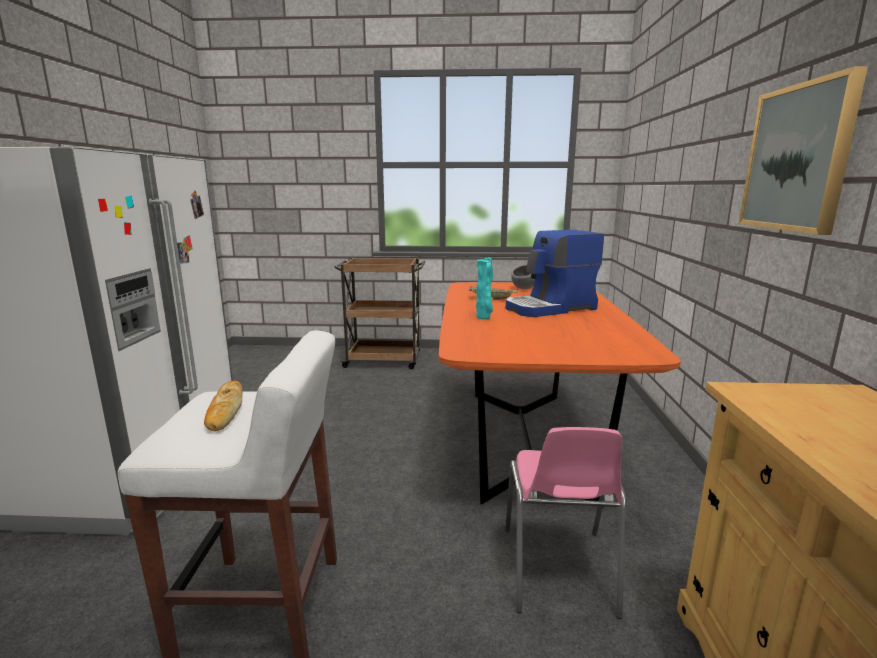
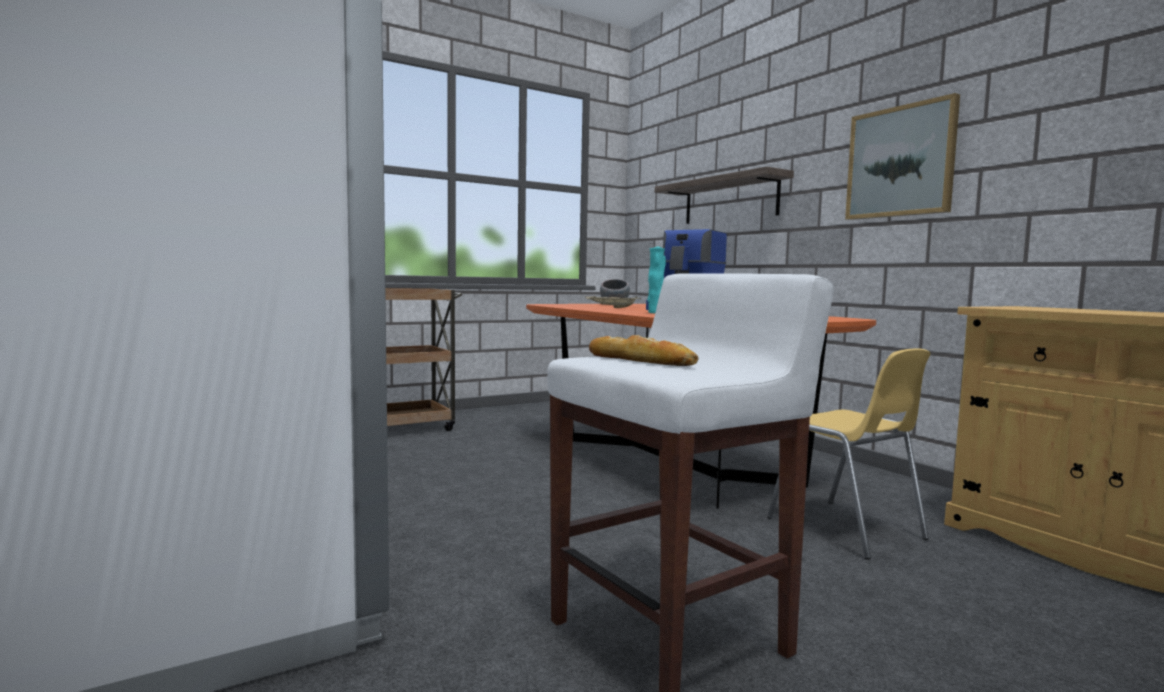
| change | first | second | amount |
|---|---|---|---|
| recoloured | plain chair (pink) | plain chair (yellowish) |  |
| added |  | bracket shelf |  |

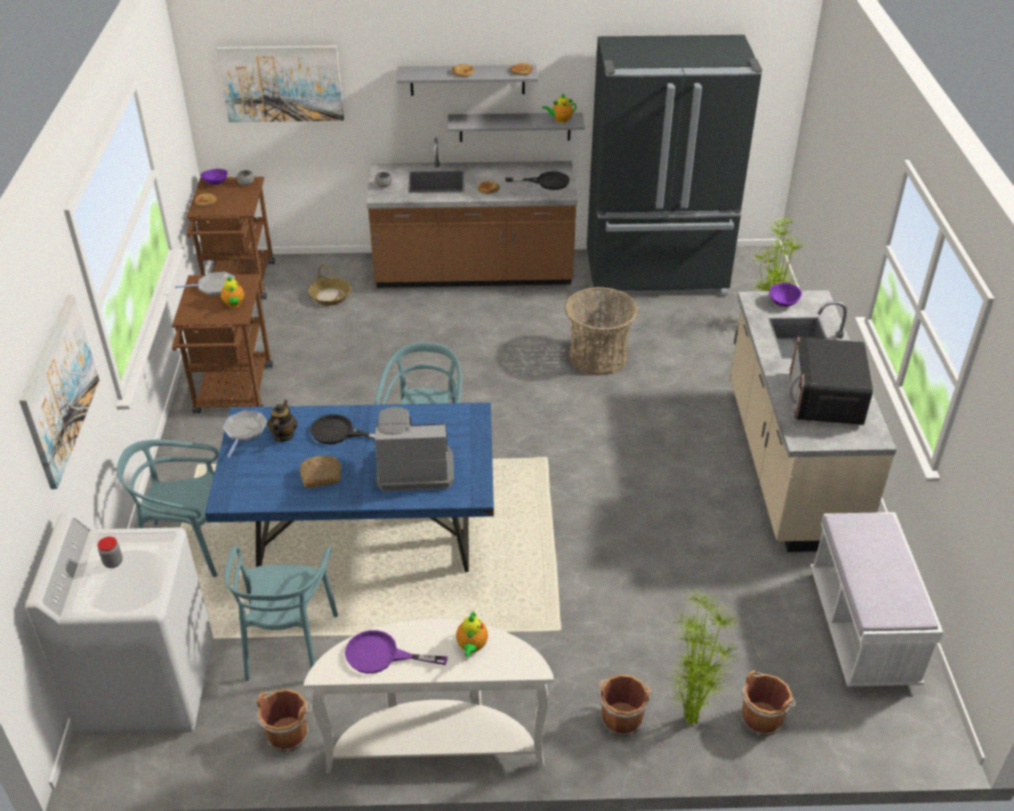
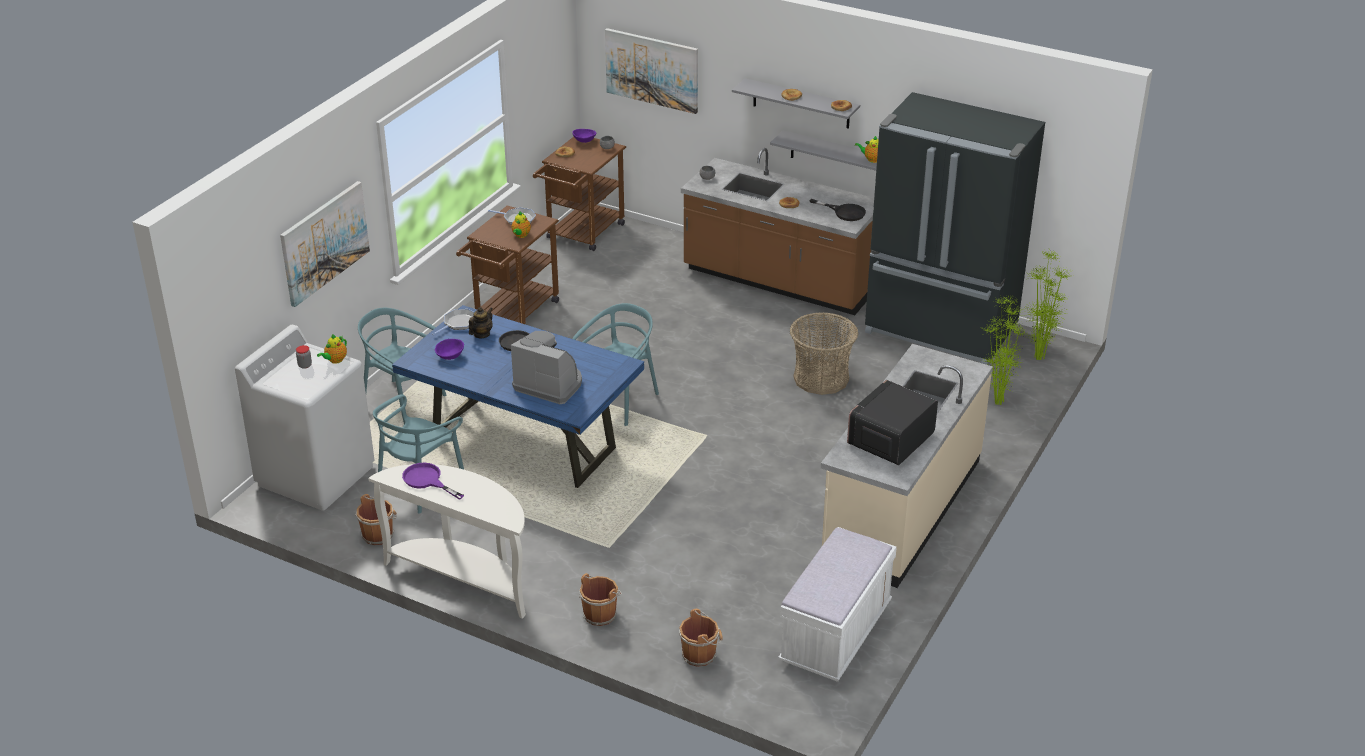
| change | first | second | amount |
|---|---|---|---|
| removed | bread (2nd from left) |  |  |
| removed | storage basket (1st from left) |  |  |
| moved | teapot (3rd from left in the first image) | teapot (1st from left) |  |
| moved | potted plant (1st from left in the first image) | potted plant (2nd from left) |  |
| moved | bowl (purple) (2nd from left in the first image) | bowl (purple) (1st from left) |  |

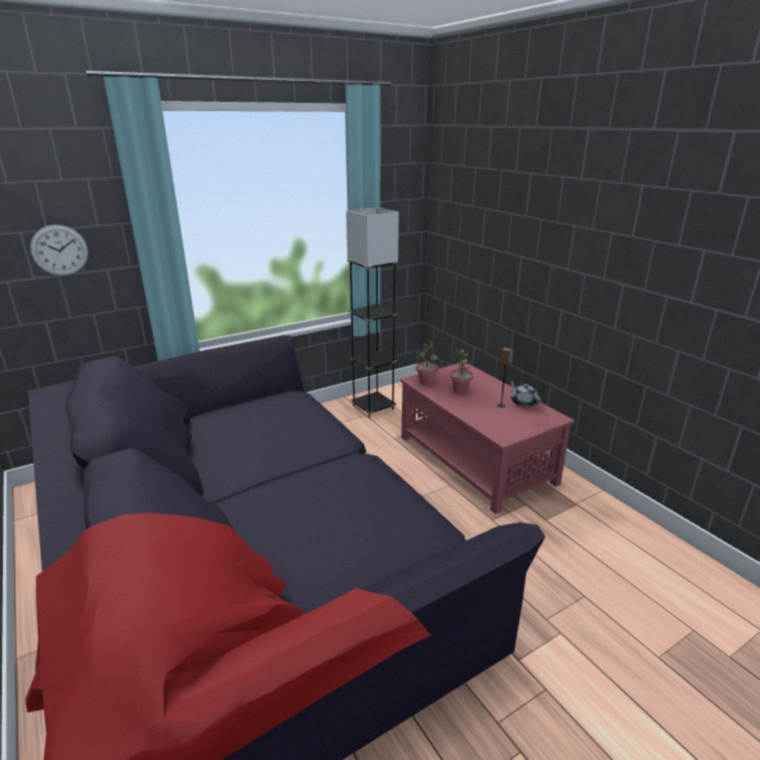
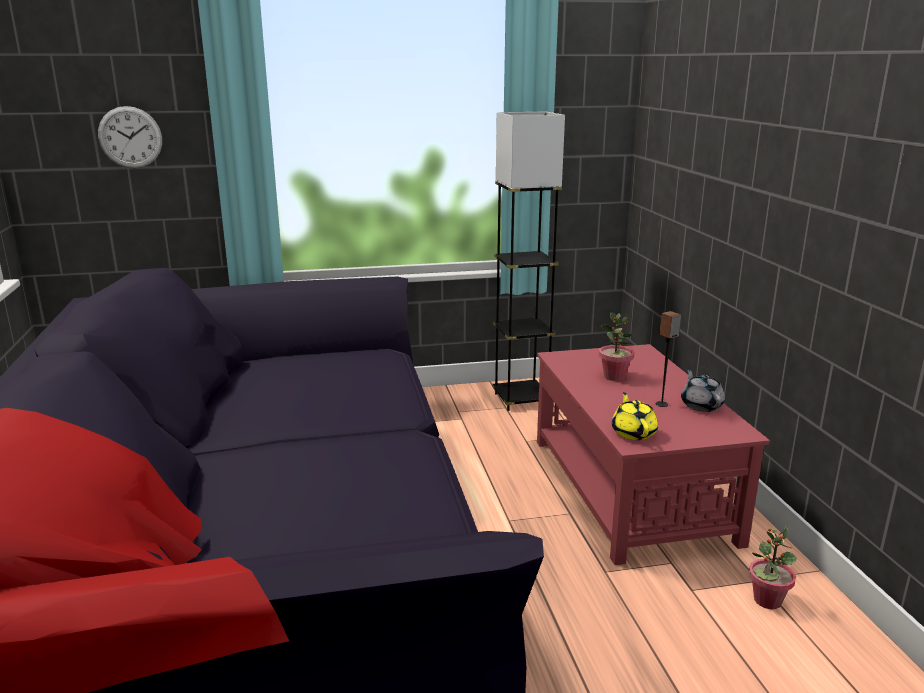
| change | first | second | amount |
|---|---|---|---|
| moved | potted plant (1st from left in the first image) | potted plant (2nd from left) |  |
| added |  | teapot (yellowish) |  |

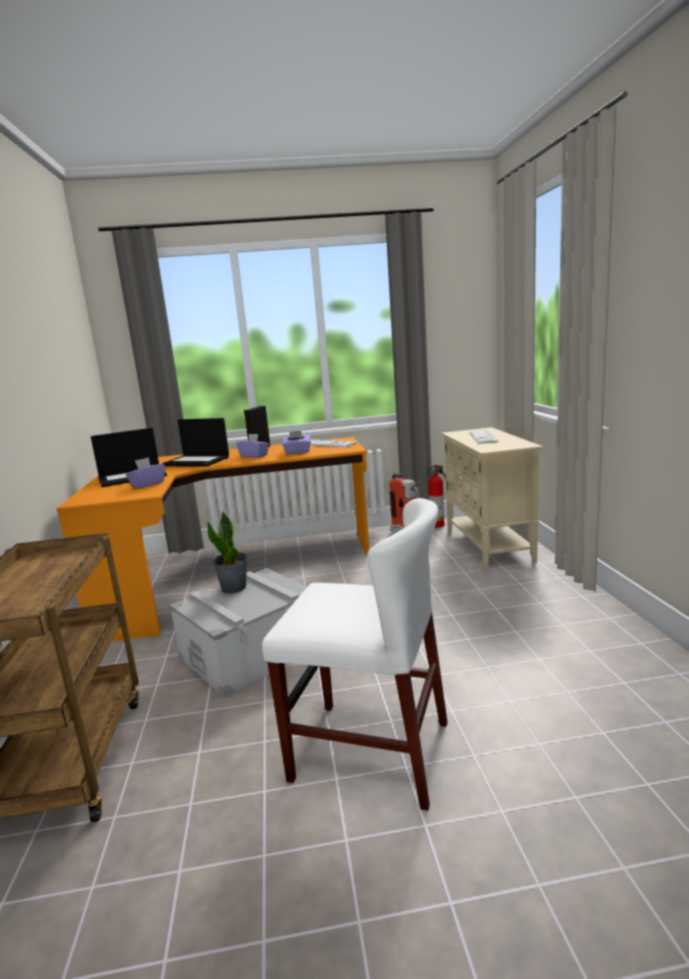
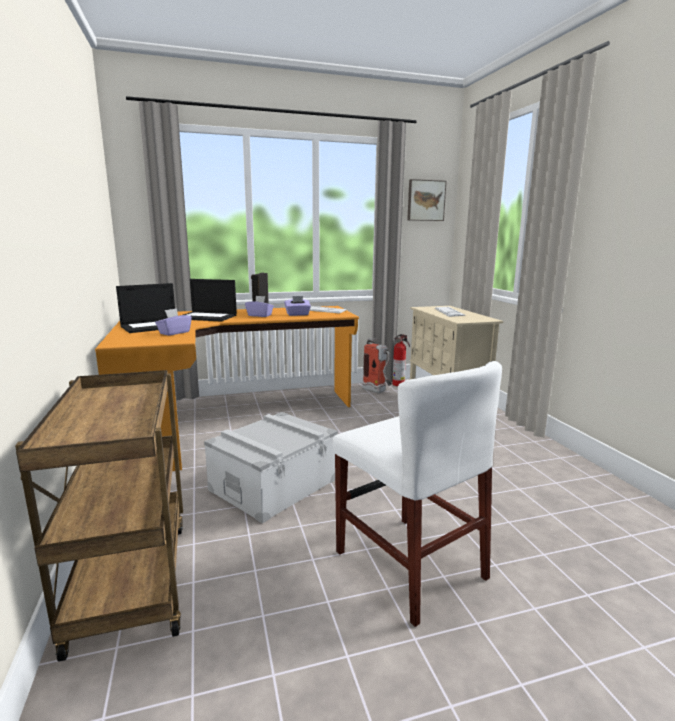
| change | first | second | amount |
|---|---|---|---|
| removed | potted plant |  |  |
| turned | plain chair (white) |  | 45 degrees clockwise |
| added |  | wall picture |  |

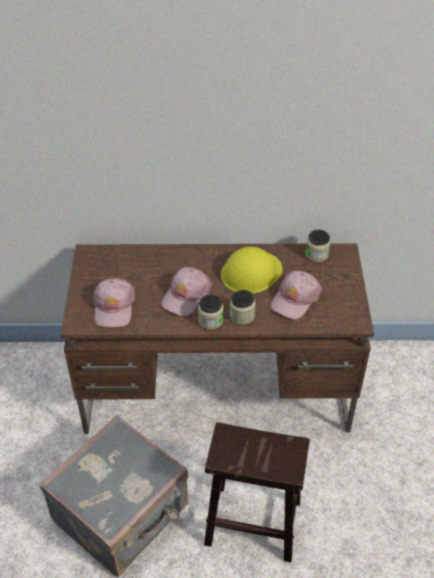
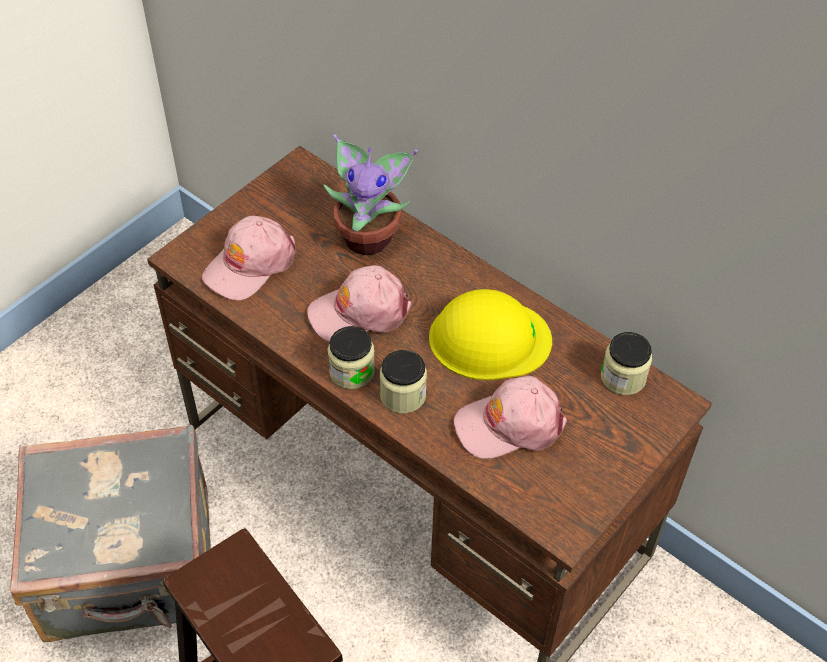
| change | first | second | amount |
|---|---|---|---|
| added |  | potted plant |  |

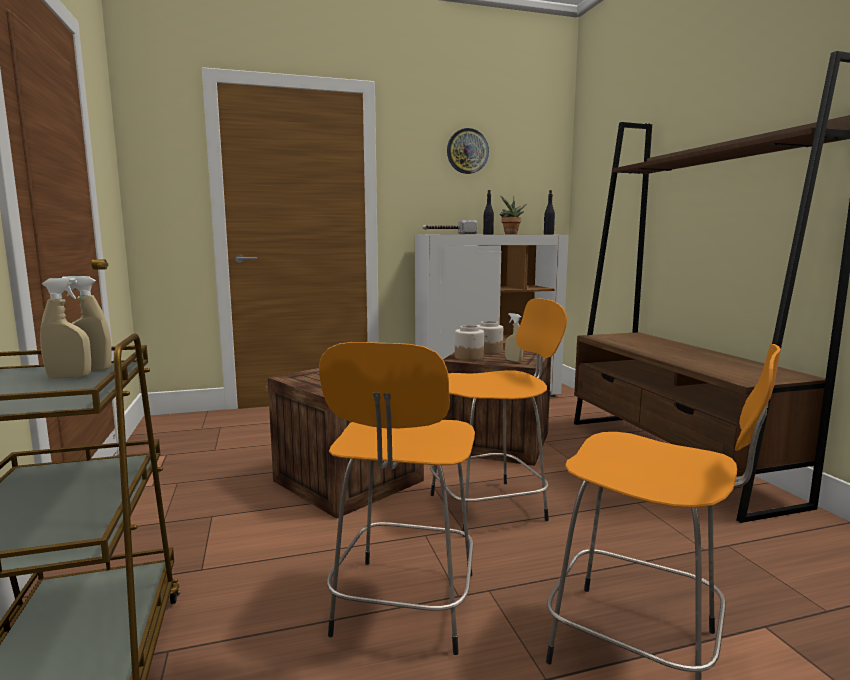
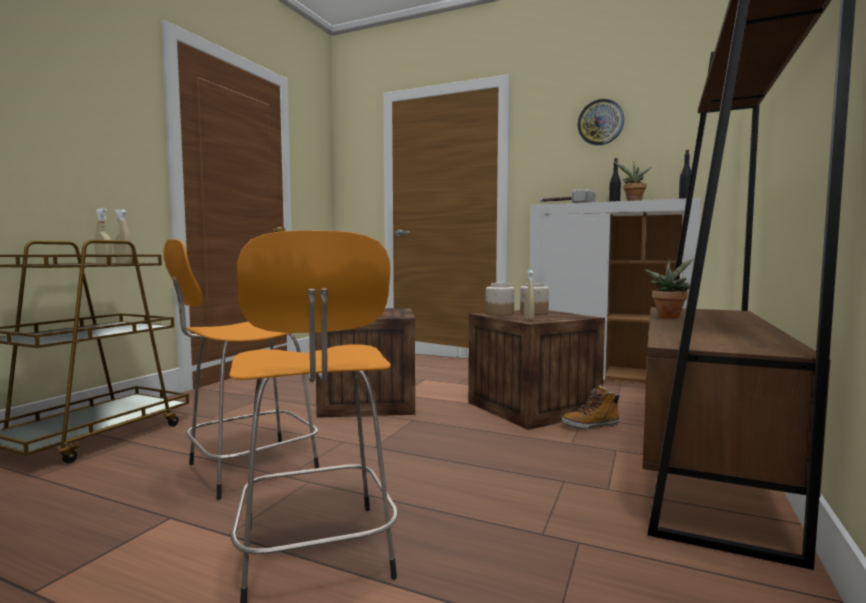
| change | first | second | amount |
|---|---|---|---|
| removed | sitting stool (orange) (2nd from left) |  |  |
| added |  | tall boot |  |
| added |  | potted plant (2nd from left) |  |

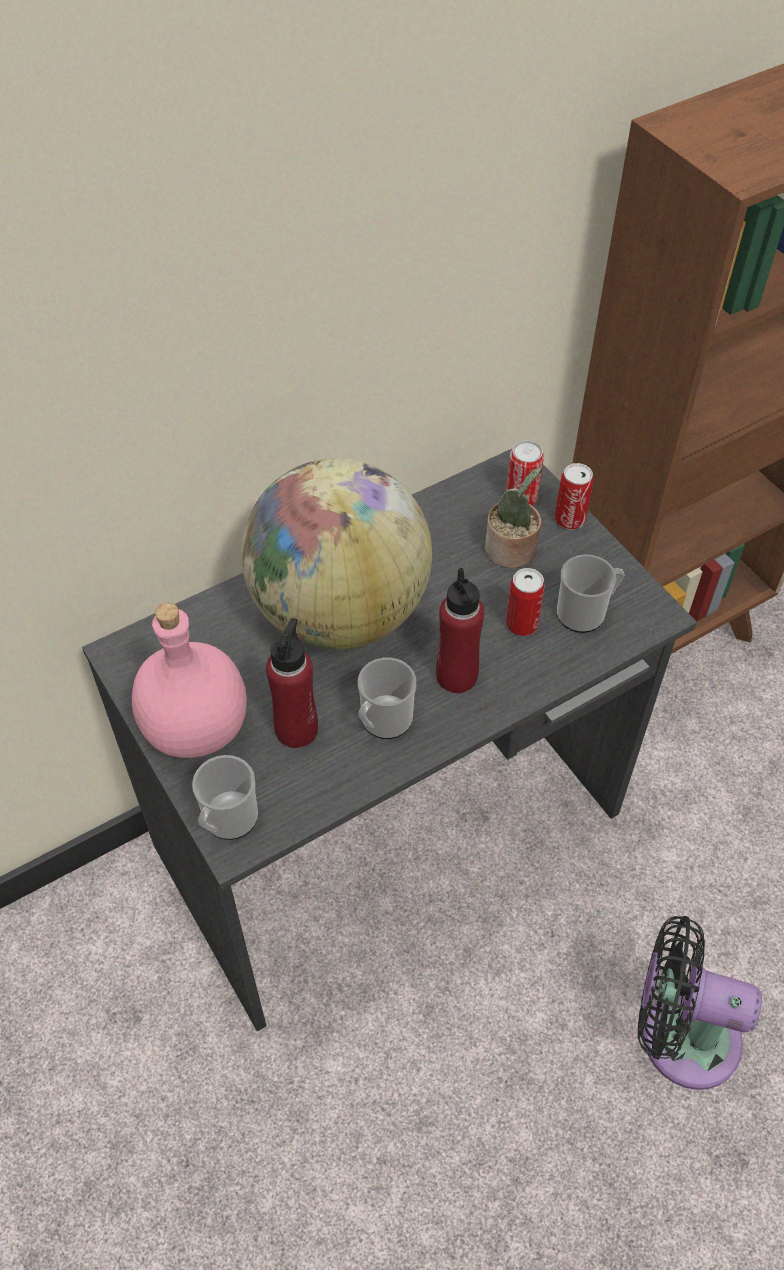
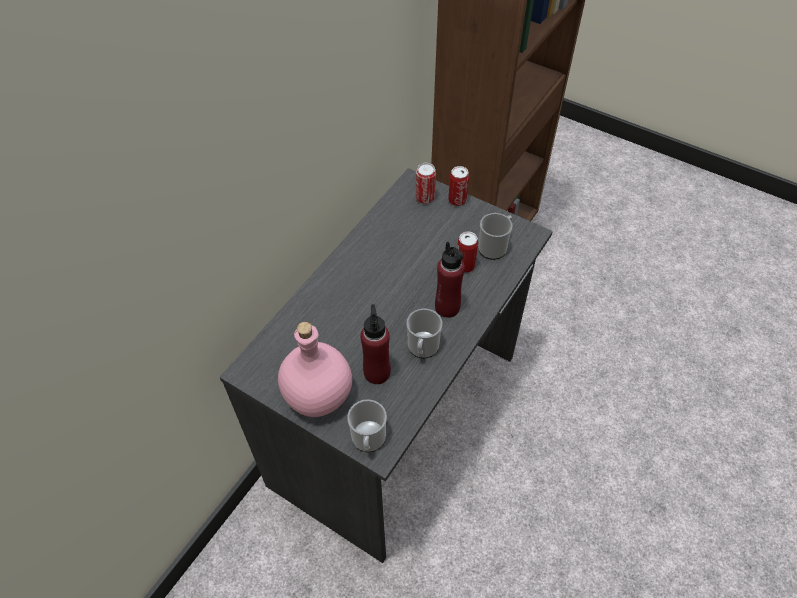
| change | first | second | amount |
|---|---|---|---|
| removed | world globe |  |  |
| removed | potted plant |  |  |
| removed | cooling fan (blackish) |  |  |

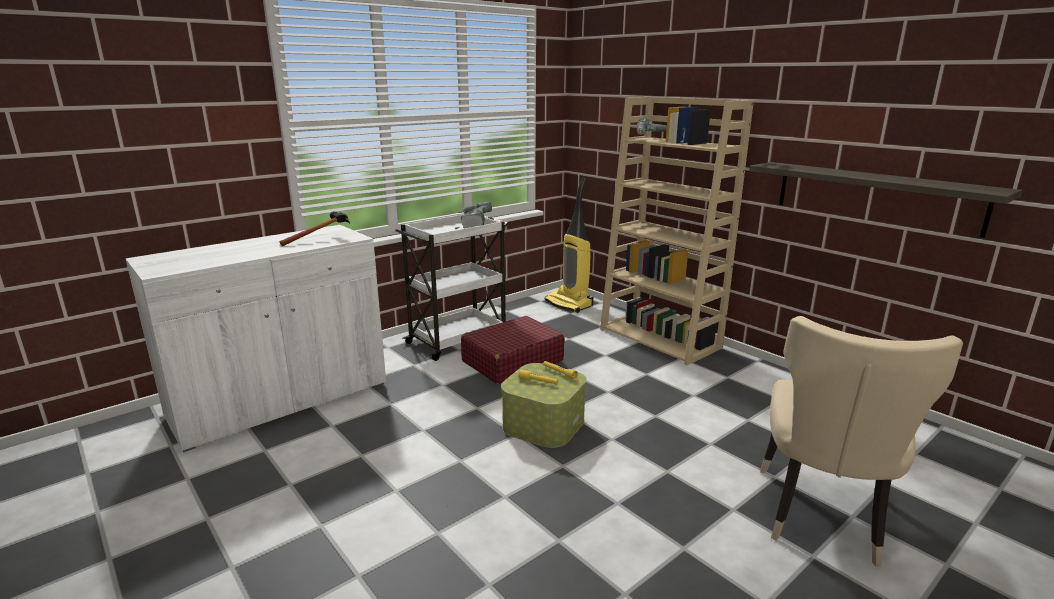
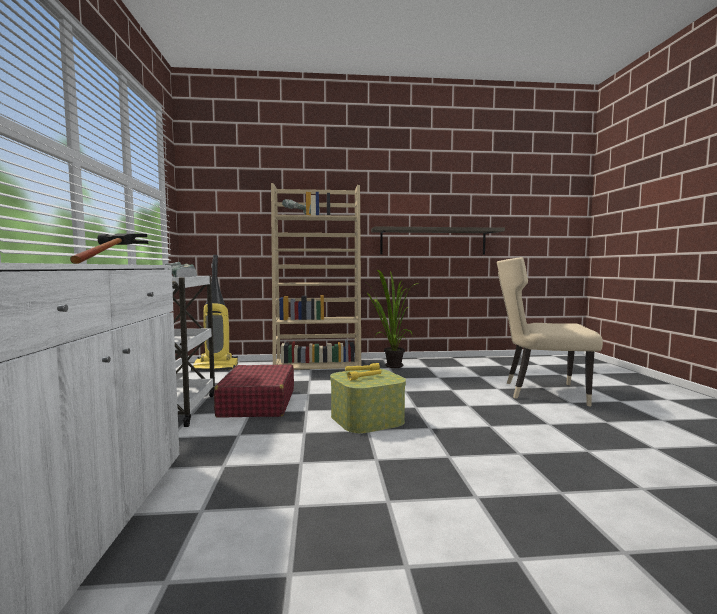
| change | first | second | amount |
|---|---|---|---|
| turned | plain chair (beige) |  | 135 degrees clockwise |
| added |  | potted plant |  |

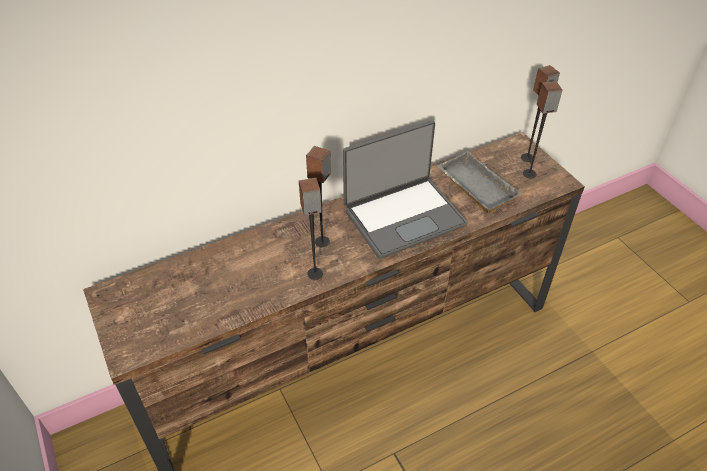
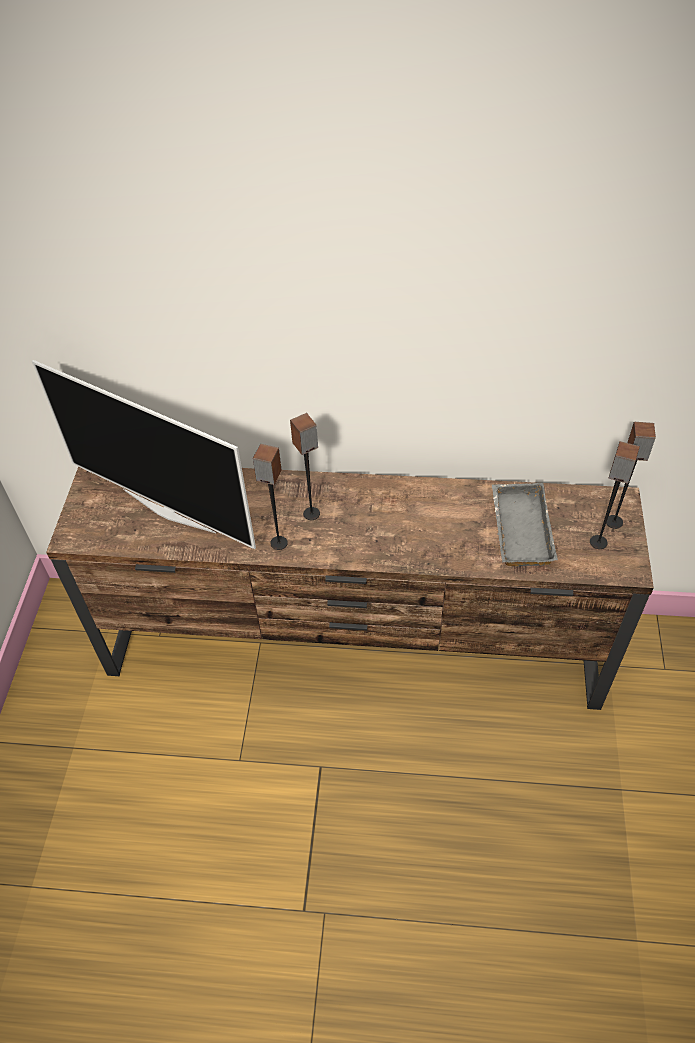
| change | first | second | amount |
|---|---|---|---|
| removed | notebook computer |  |  |
| added |  | television |  |

